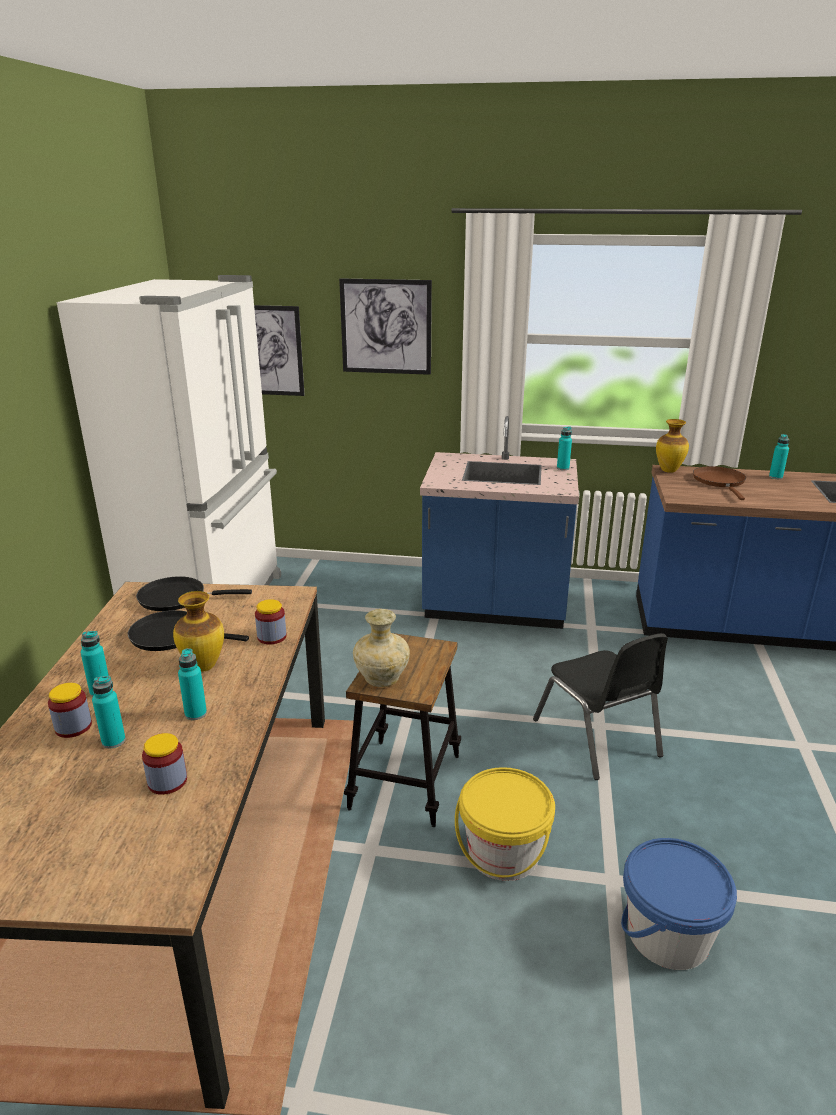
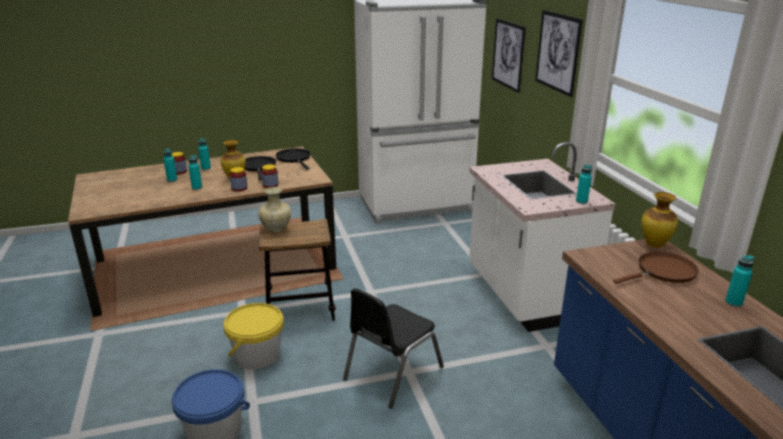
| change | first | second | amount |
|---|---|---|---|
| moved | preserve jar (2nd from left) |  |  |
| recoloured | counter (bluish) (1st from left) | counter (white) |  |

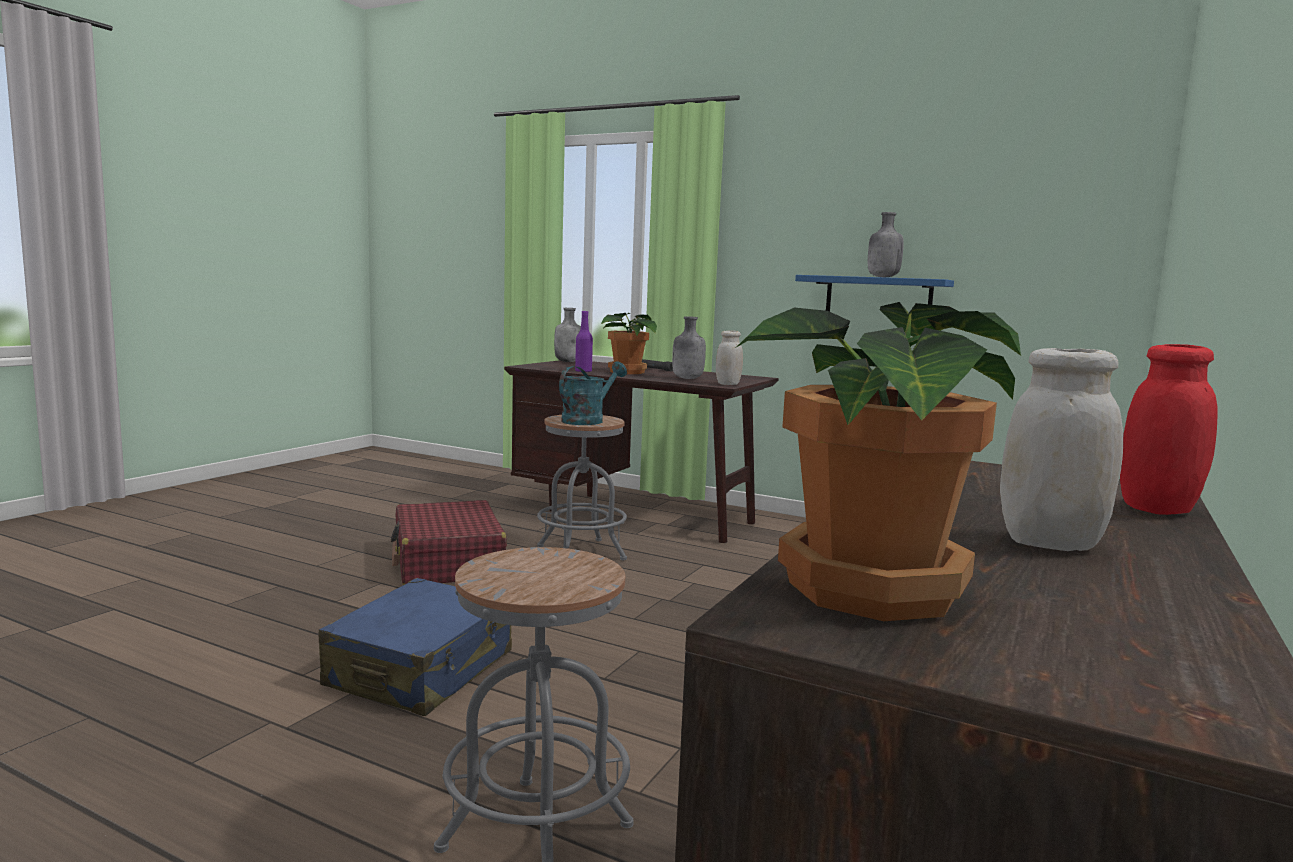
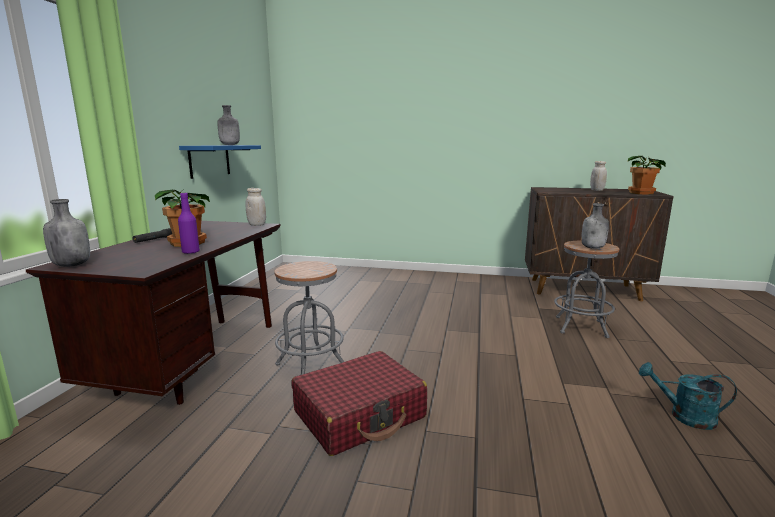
| change | first | second | amount |
|---|---|---|---|
| removed | piece of luggage (bluish) |  |  |
| moved | watering can (turquoise) |  |  |
| moved | beverage bottle (grey) (2nd from left in the first image) | beverage bottle (grey) (3rd from left) |  |
| removed | preserve jar (red-coloured) |  |  |

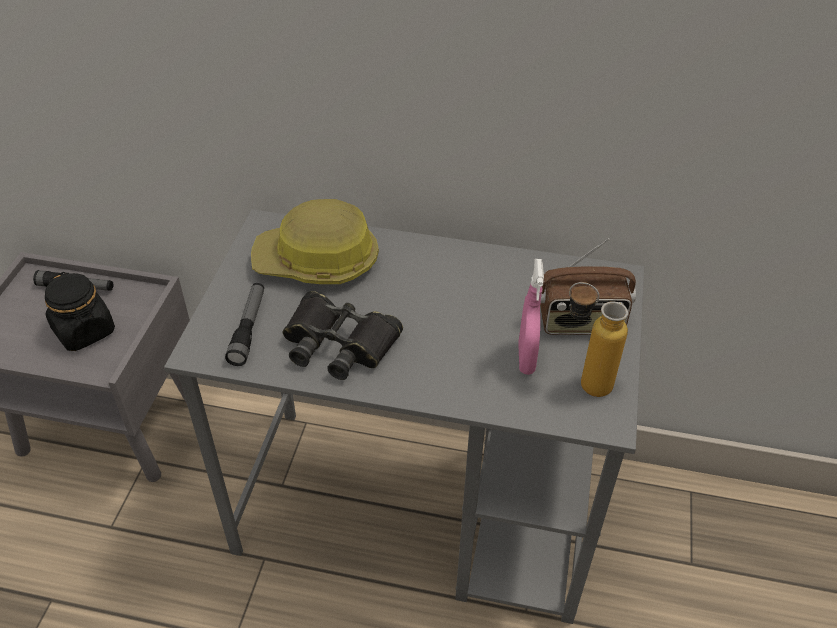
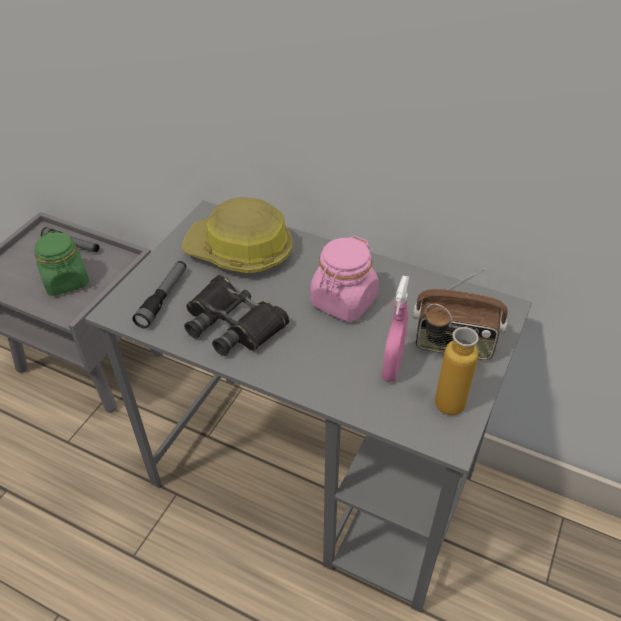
| change | first | second | amount |
|---|---|---|---|
| recoloured | preserve jar (blackish) | preserve jar (green) |  |
| added |  | preserve jar (pink) |  |

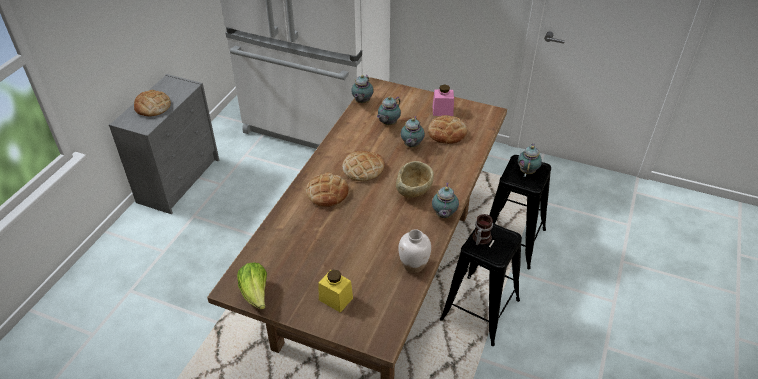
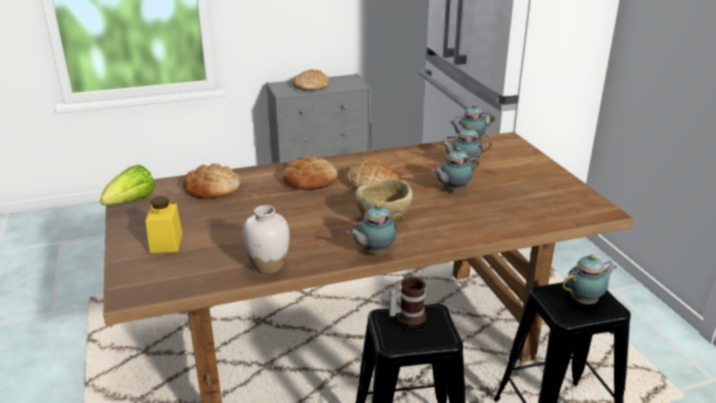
| change | first | second | amount |
|---|---|---|---|
| moved | bread (4th from left in the first image) | bread (1st from left) |  |
| removed | preserve jar (pink) |  |  |

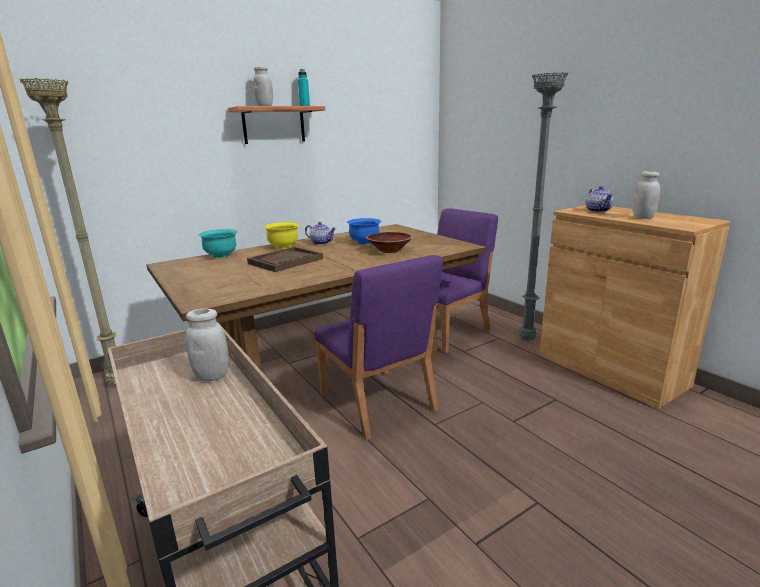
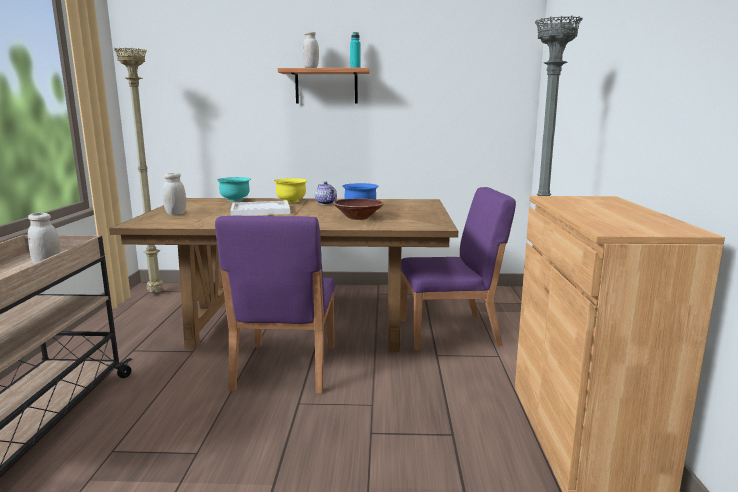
| change | first | second | amount |
|---|---|---|---|
| recoloured | serving tray (brown) | serving tray (white) |  |
| removed | teapot (2nd from left) |  |  |
| moved | preserve jar (white) (3rd from left in the first image) | preserve jar (white) (2nd from left) |  |

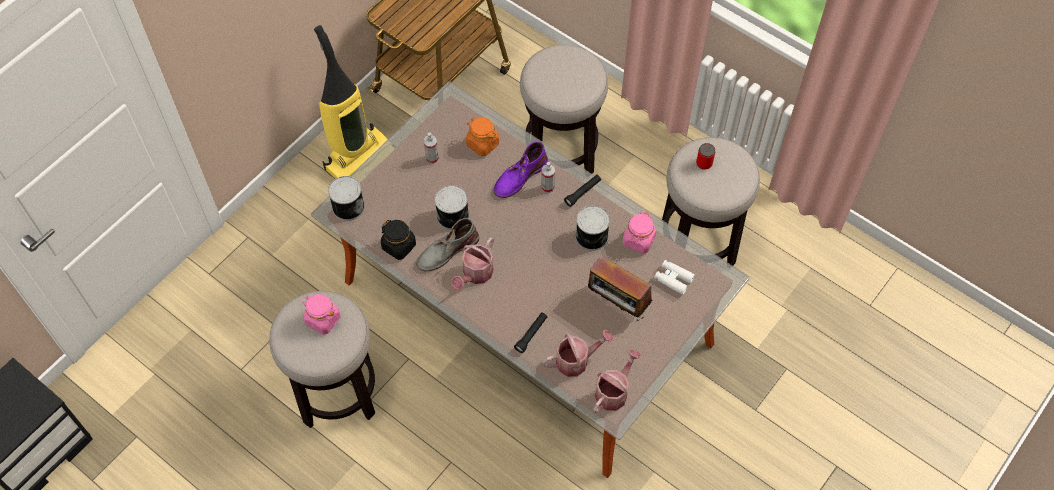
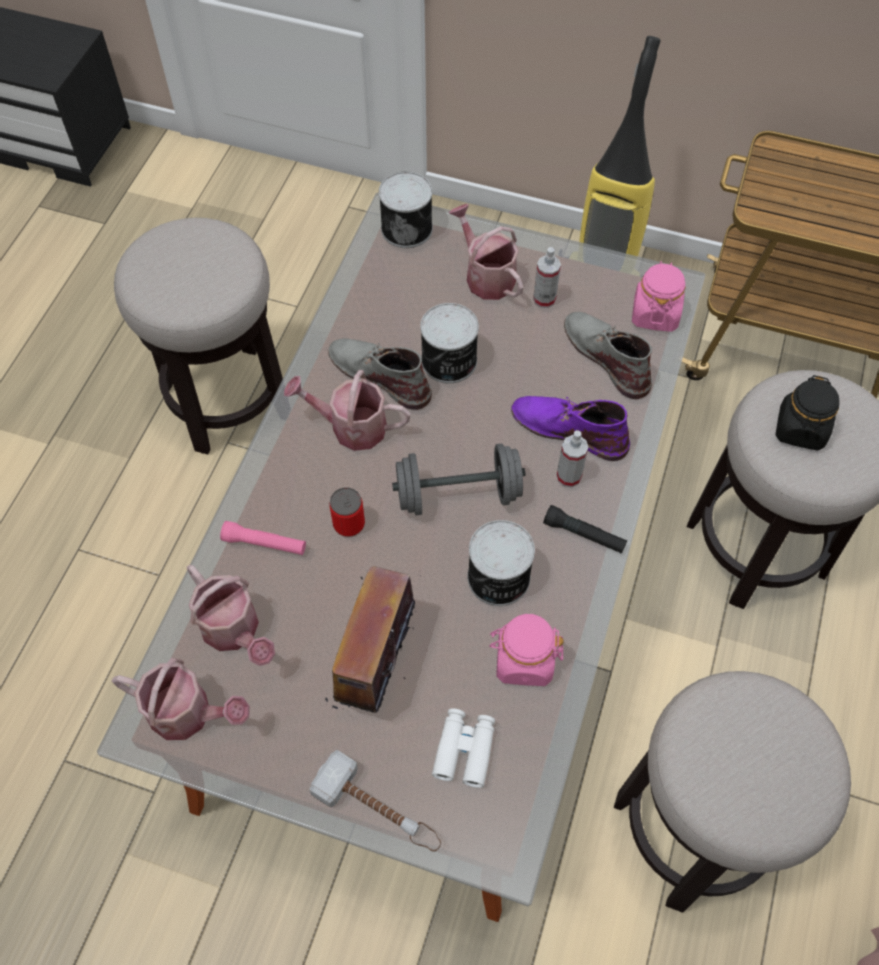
| change | first | second | amount |
|---|---|---|---|
| moved | preserve jar (pink) (1st from left in the first image) | preserve jar (pink) (2nd from left) |  |
| moved | preserve jar (blackish) |  |  |
| replaced | preserve jar (orange) | tall boot (grey) (2nd from left) |  |
| recoloured | flashlight (blackish) (1st from left) | flashlight (pink) |  |
| moved | sealed can (4th from left in the first image) | sealed can (1st from left) |  |
| added |  | hammer |  |
| added |  | free weight (grey) |  |
| added |  | watering can (4th from left) |  |

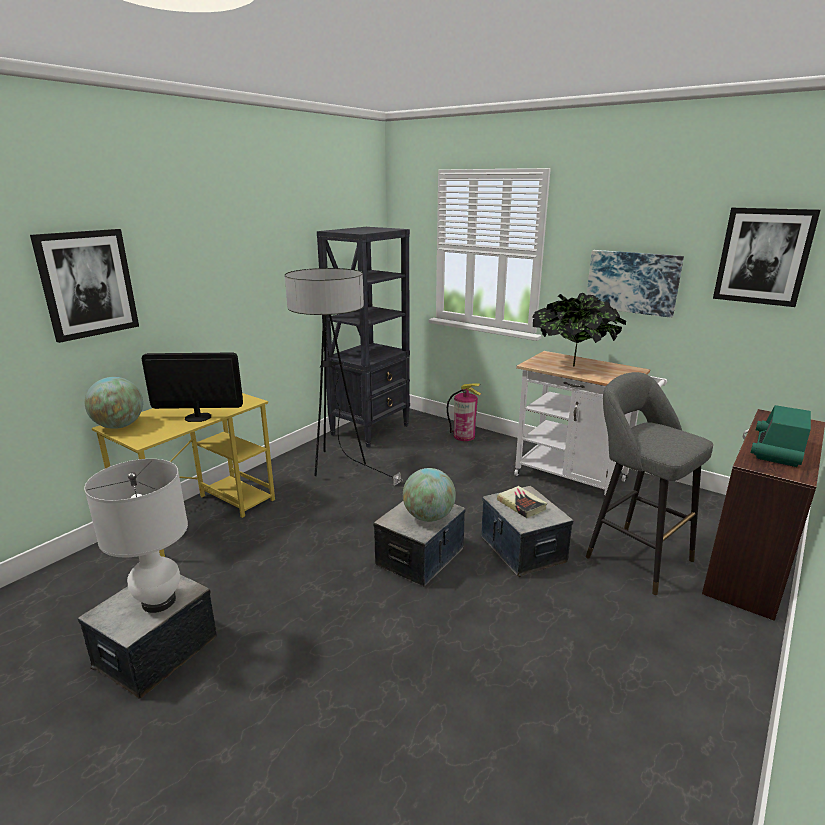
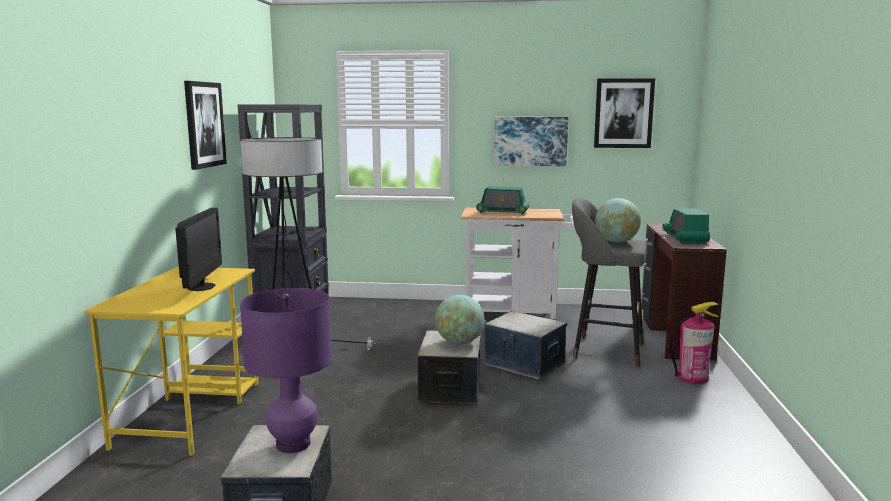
| change | first | second | amount |
|---|---|---|---|
| moved | wall picture (1st from left) |  |  |
| recoloured | lamp for a table (white) | lamp for a table (purple) |  |
| moved | world globe (1st from left in the first image) | world globe (2nd from left) |  |
| turned | monitor |  | 120 degrees clockwise |
| moved | fire-fighting cylinder |  |  |
| removed | volume |  |  |
| replaced | potted plant | radio (1st from left) |  |

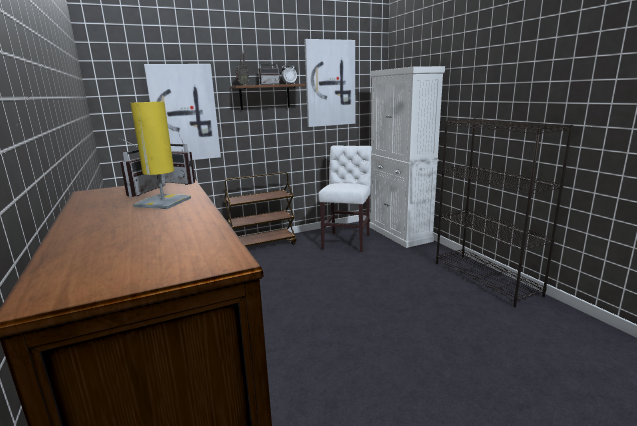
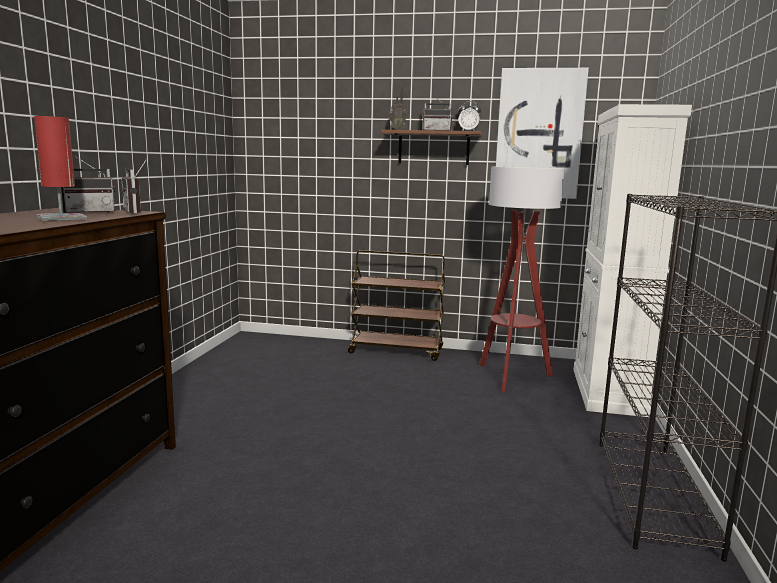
| change | first | second | amount |
|---|---|---|---|
| recoloured | lamp for a table (yellowish) | lamp for a table (red-coloured) |  |
| removed | wall picture (1st from left) |  |  |
| replaced | plain chair (white) | floor lamp |  |

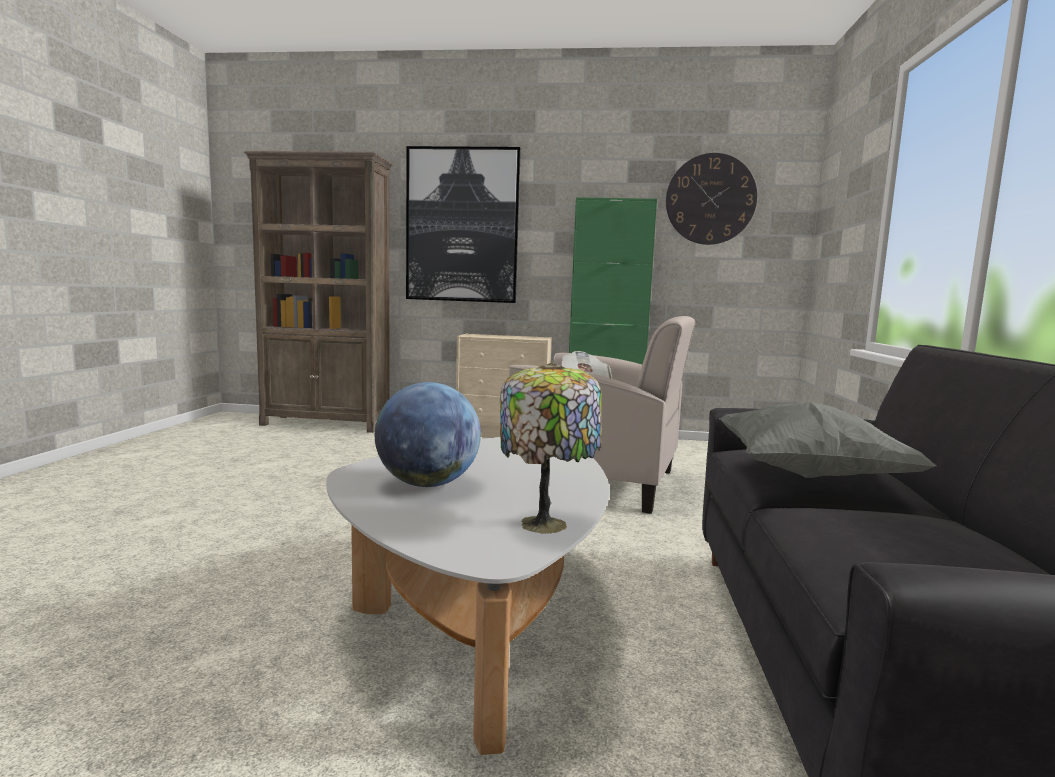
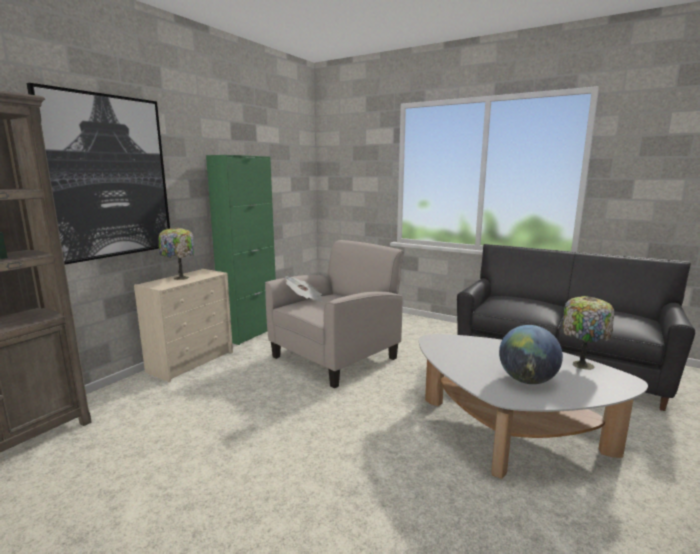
| change | first | second | amount |
|---|---|---|---|
| removed | hanging clock |  |  |
| removed | cushion (grey) |  |  |
| added |  | lamp for a table (1st from left) |  |

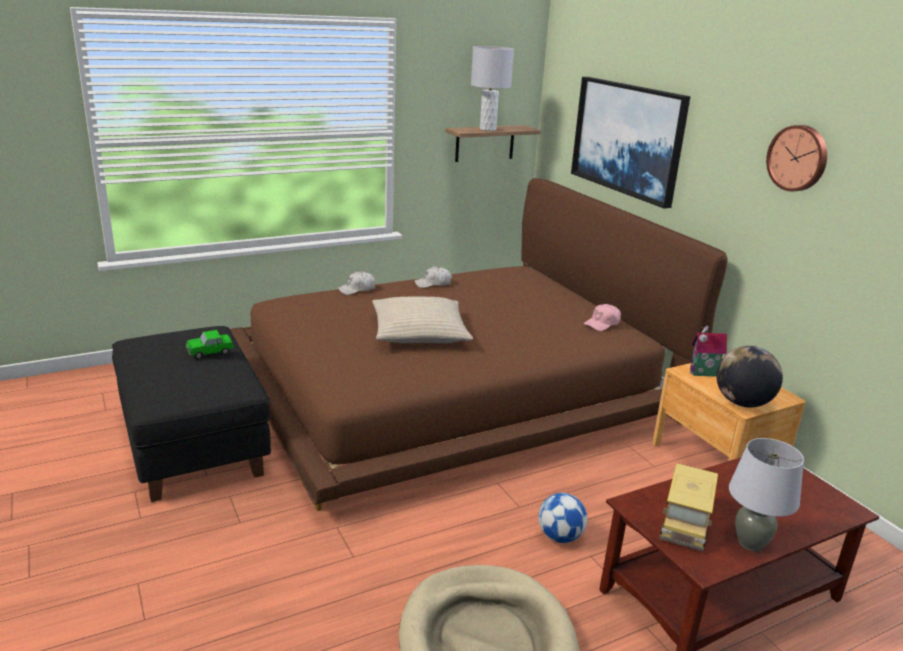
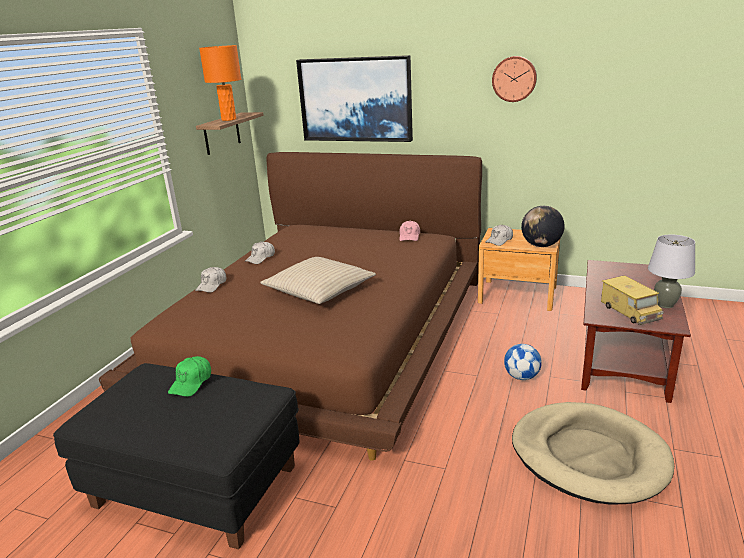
| change | first | second | amount |
|---|---|---|---|
| replaced | toy car | peaked cap (green) |  |
| recoloured | lamp for a table (grey) (1st from left) | lamp for a table (orange) |  |
| replaced | model house | peaked cap (white) (3rd from left) |  |

